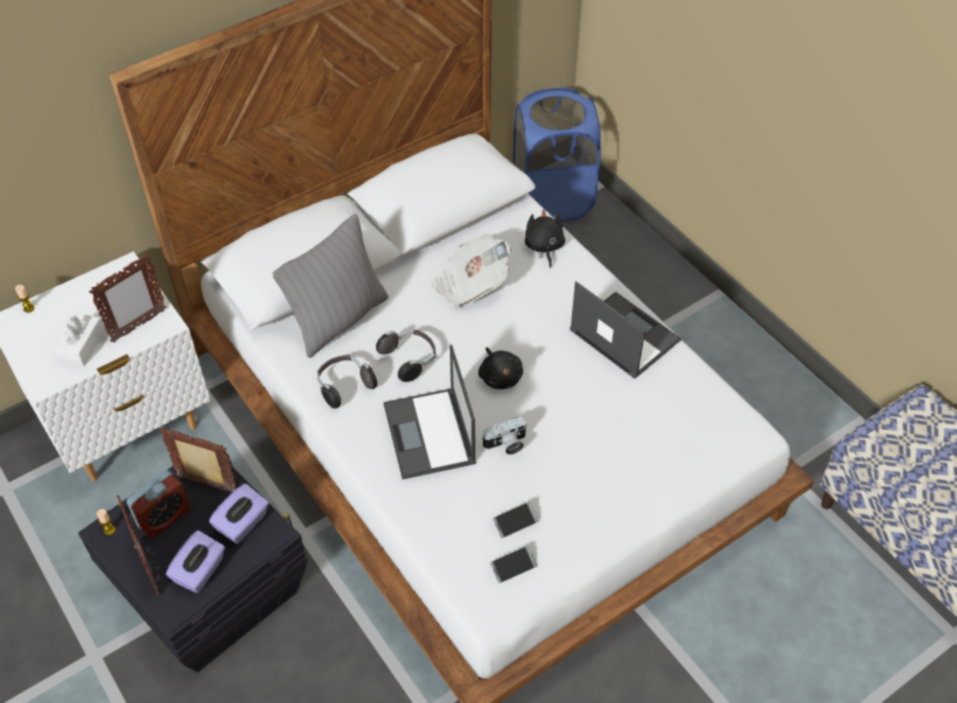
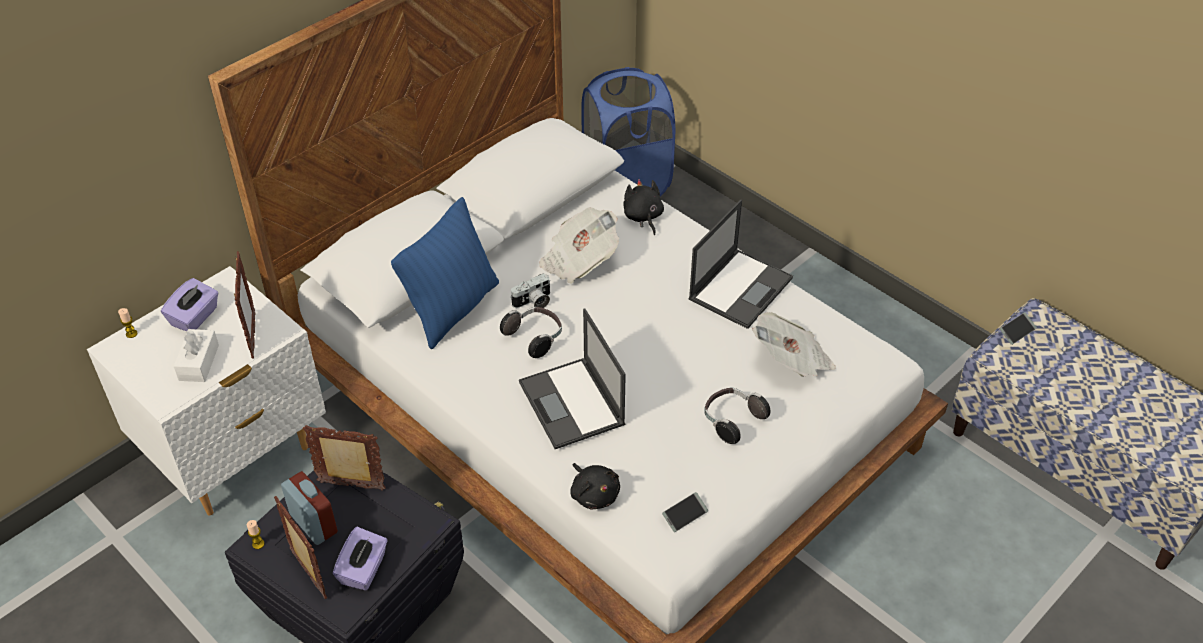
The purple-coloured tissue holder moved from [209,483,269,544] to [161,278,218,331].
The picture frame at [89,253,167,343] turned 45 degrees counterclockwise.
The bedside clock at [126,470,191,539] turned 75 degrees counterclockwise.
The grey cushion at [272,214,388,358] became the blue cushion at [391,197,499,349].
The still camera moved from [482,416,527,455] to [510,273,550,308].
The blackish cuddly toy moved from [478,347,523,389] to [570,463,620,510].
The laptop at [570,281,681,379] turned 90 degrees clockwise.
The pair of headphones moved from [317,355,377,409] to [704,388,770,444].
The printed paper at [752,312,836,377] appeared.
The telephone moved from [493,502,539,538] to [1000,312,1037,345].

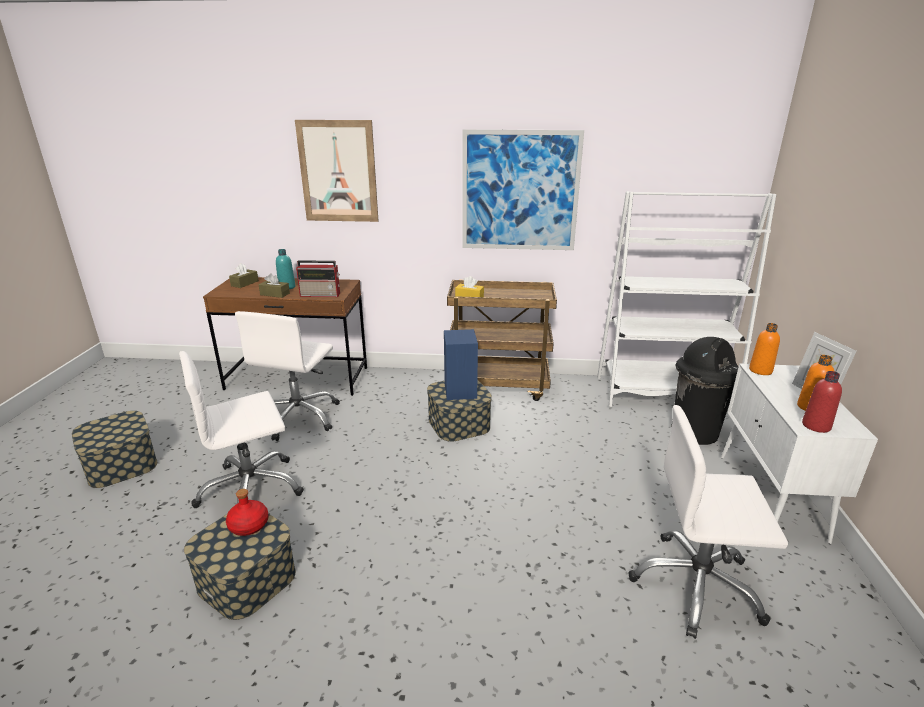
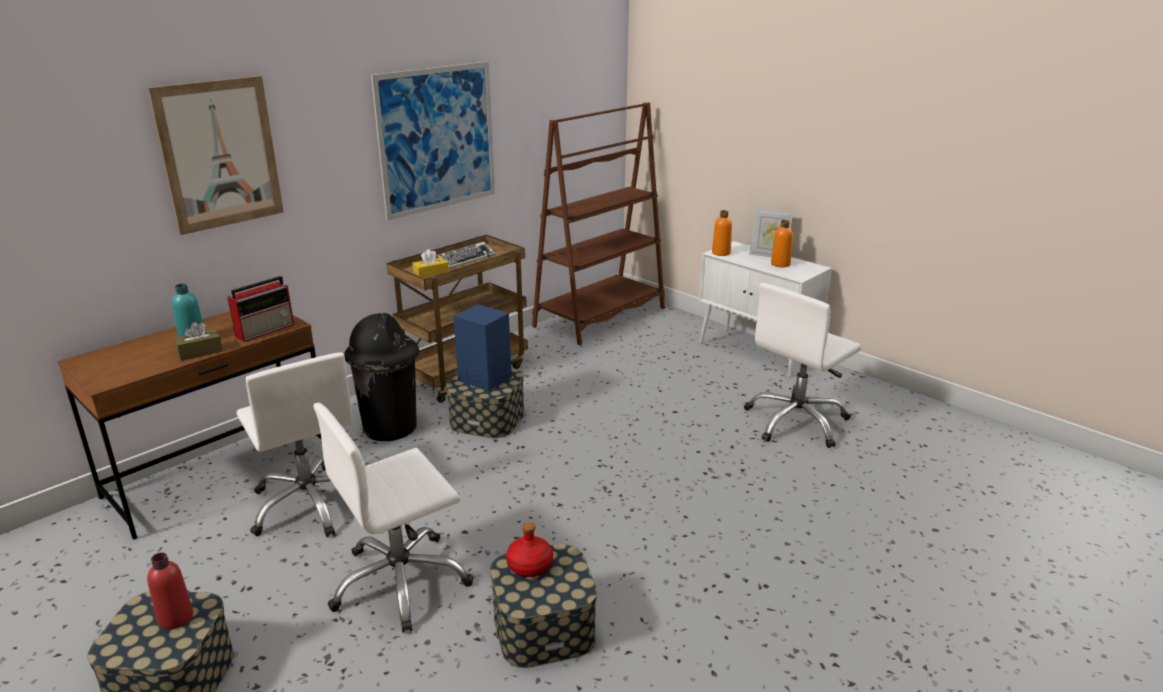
The reddish drink bottle moved from [802,371,842,433] to [147,552,193,629].
The white-coloured computer chair at [179,351,304,508] turned 45 degrees clockwise.
The blackish rubbish bin moved from [671,337,738,445] to [344,313,419,441].
The keyboard at [437,242,496,269] appeared.
The white-coloured bookcase at [597,191,776,407] became the brown bookcase at [532,103,665,345].
The brown tissue holder at [229,263,259,288] disappeared.

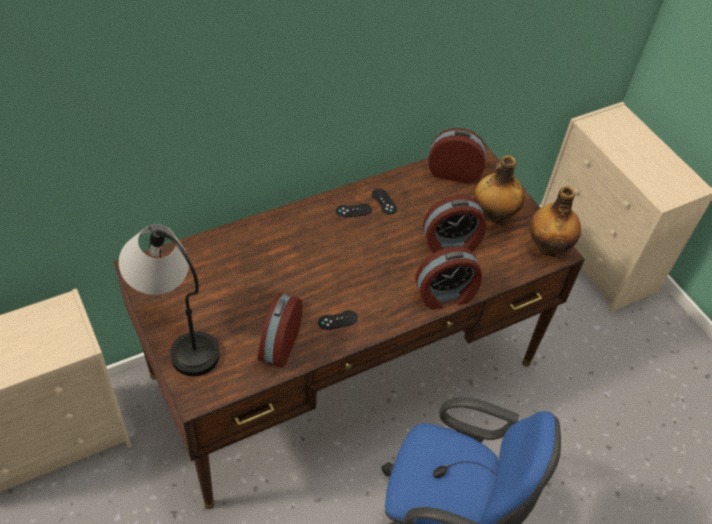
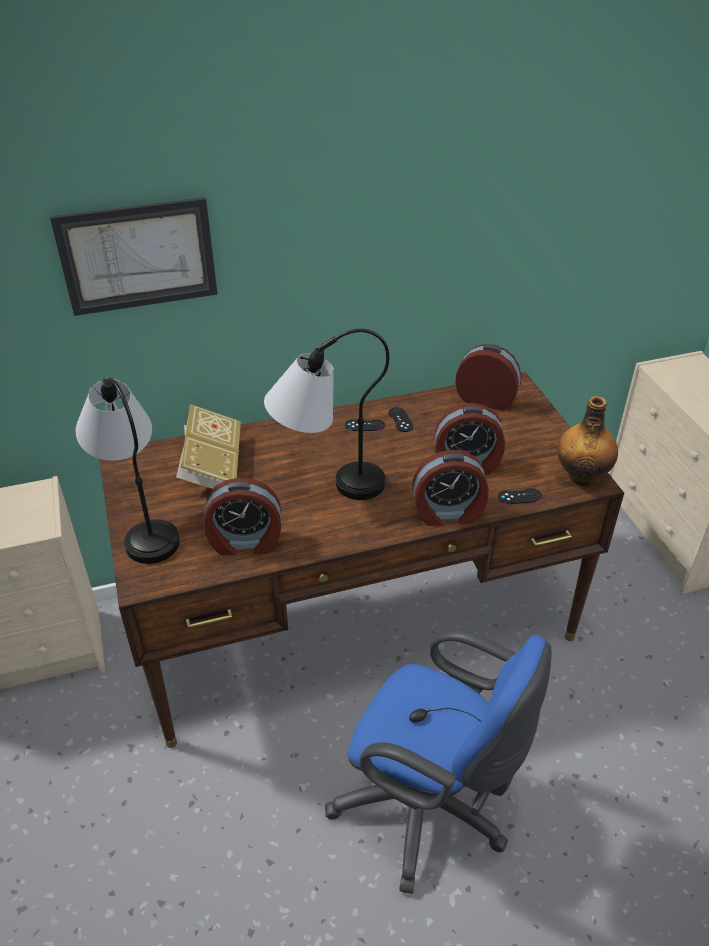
The picture at [50,197,217,316] appeared.
The book at [176,404,241,489] appeared.
The bedside clock at [257,293,303,367] turned 120 degrees counterclockwise.
The tabletop lamp at [264,329,389,500] appeared.
The blackish joypad moved from [318,310,358,330] to [498,488,542,504].
The drink bottle at [474,156,524,223] disappeared.

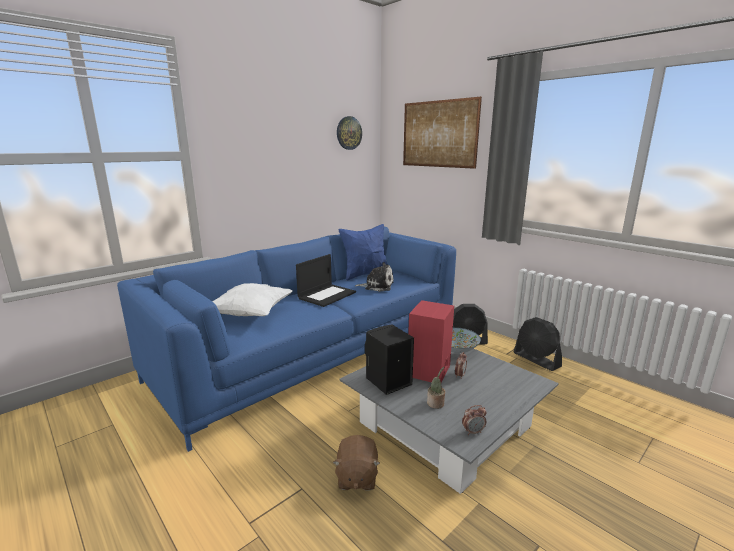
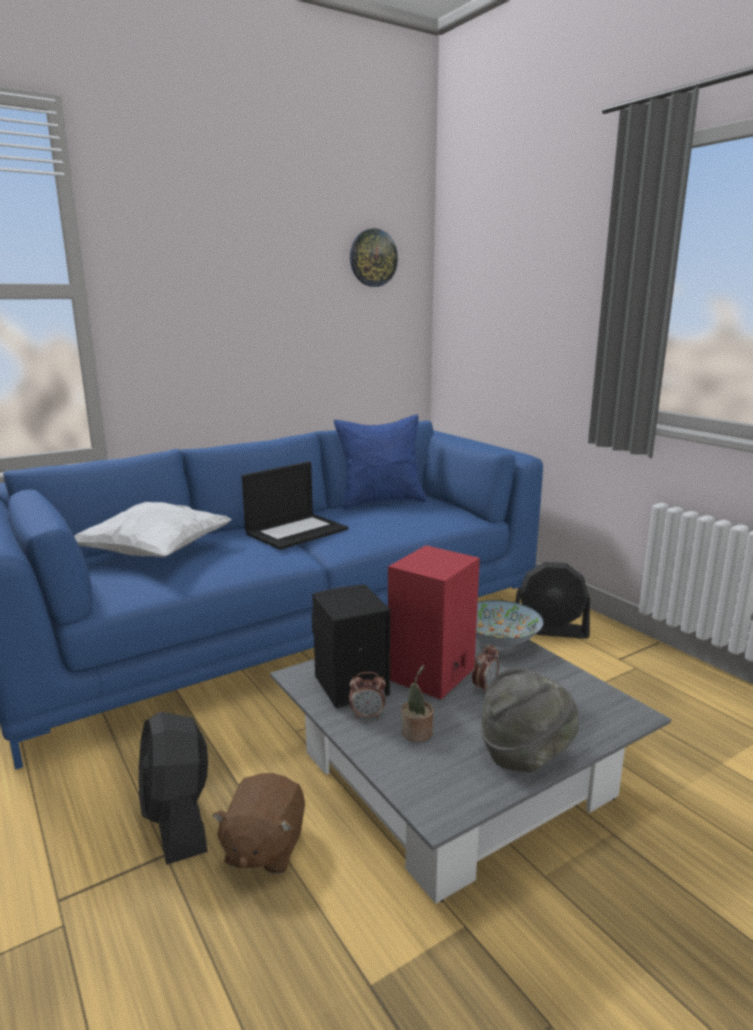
The blackish fan moved from [513,317,562,371] to [139,712,208,865].
The bedside clock moved from [462,405,487,435] to [349,672,386,719].
The grey clothing hat at [480,668,579,772] appeared.
The cuddly toy at [355,262,393,292] disappeared.
The picture at [403,97,482,169] disappeared.

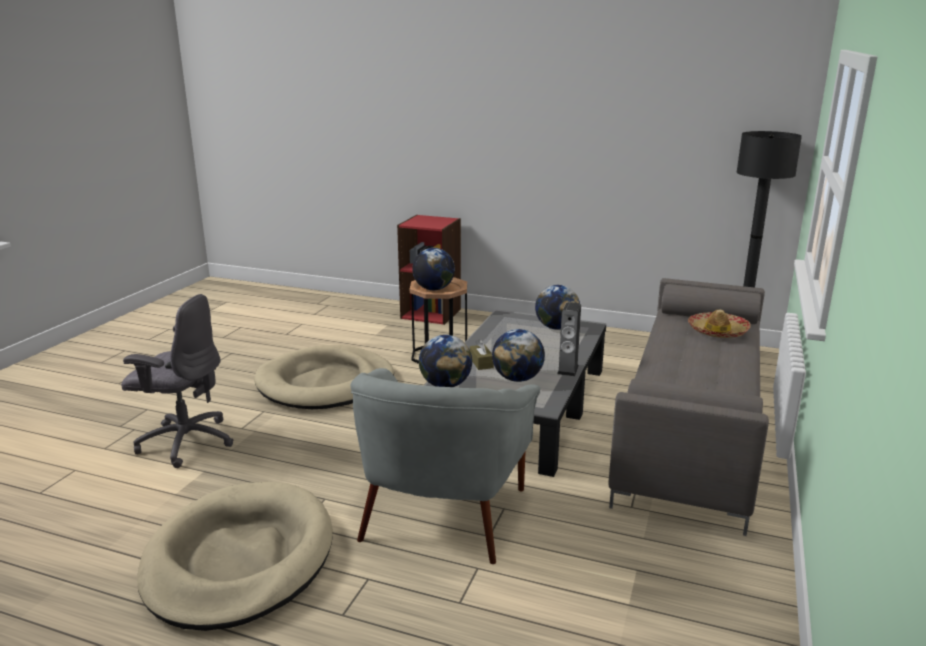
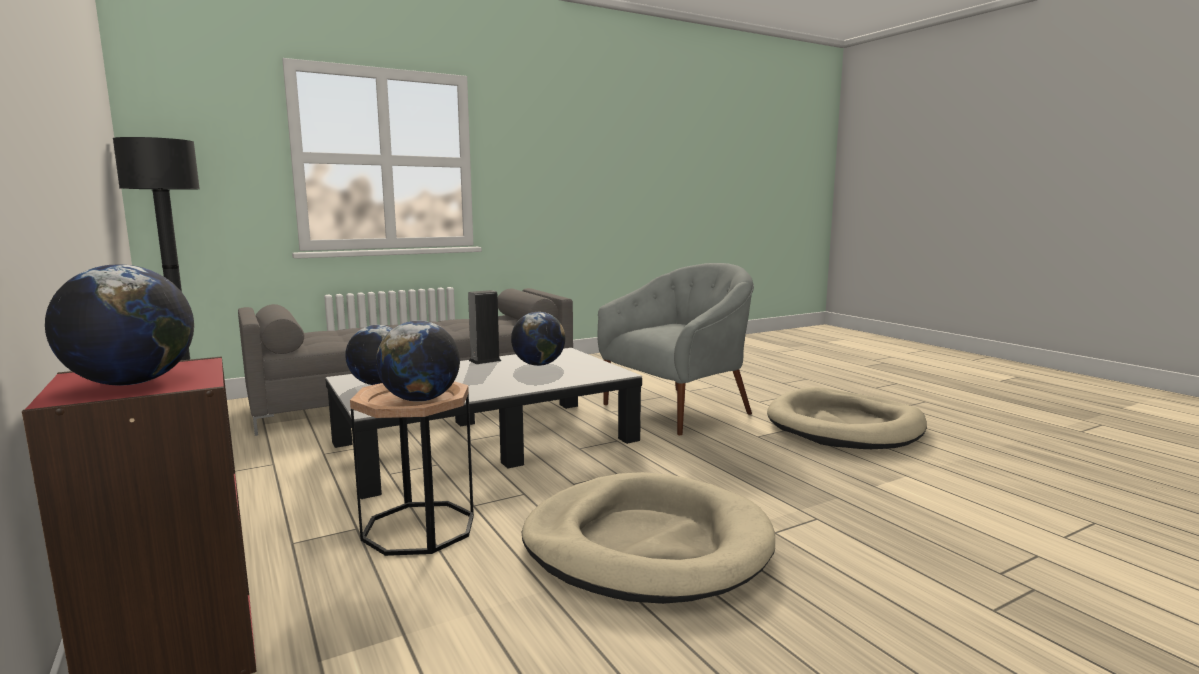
The world globe moved from [419,335,472,387] to [45,264,194,385].
The grey computer chair at [121,294,234,468] disappeared.
The brown tissue holder at [470,339,494,370] disappeared.
The clothing hat at [688,309,751,338] disappeared.

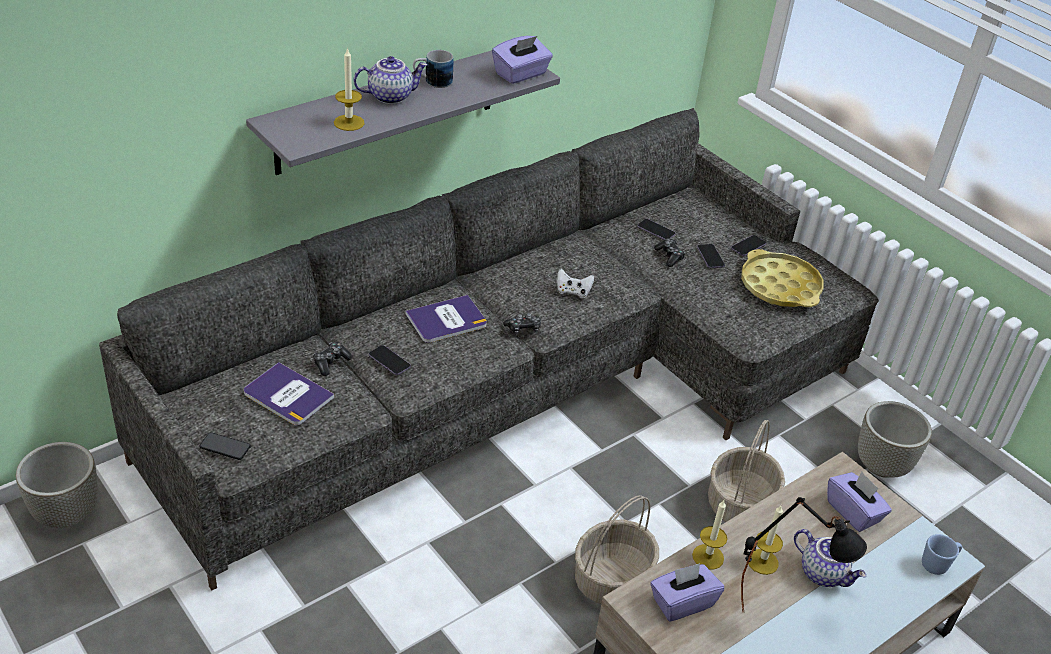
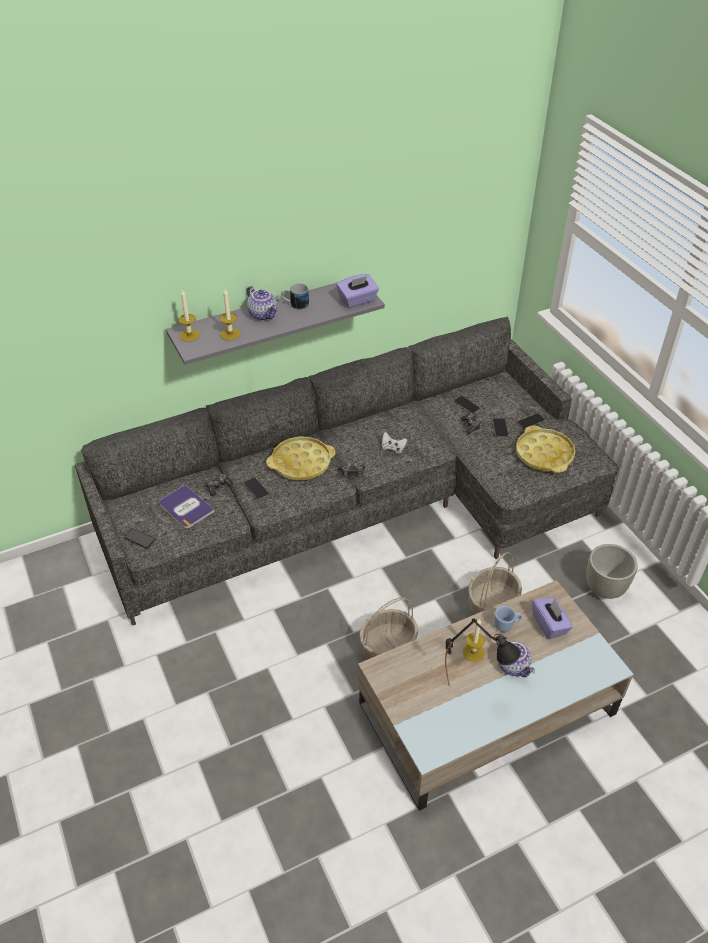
The candle moved from [692,500,727,570] to [178,289,200,342].
The pot for tea at [353,56,428,104] turned 60 degrees clockwise.
The book at [405,295,487,343] was replaced by the yellow carrying tray at [266,436,336,480].
The blue coffee mug moved from [922,534,962,575] to [495,606,522,632].
The grey flower pot at [16,442,98,528] disappeared.
The purple-coloured tissue holder at [650,563,724,622] disappeared.

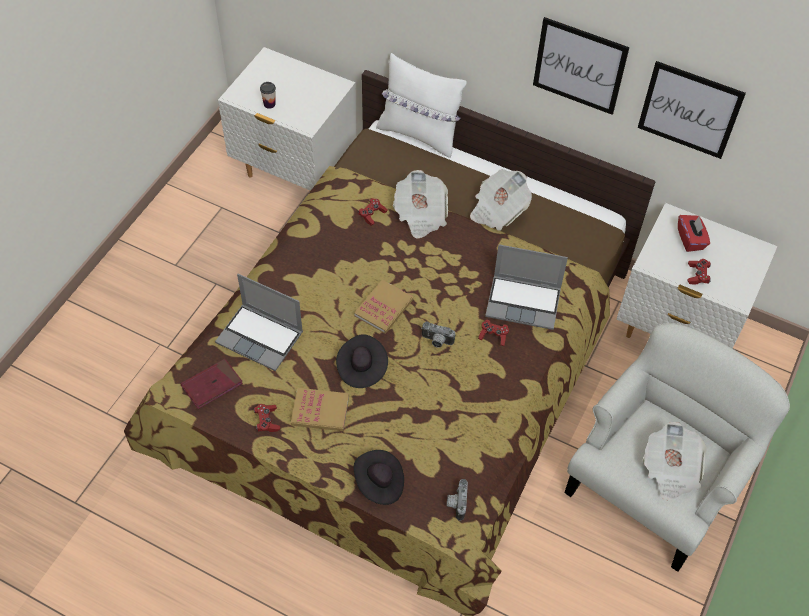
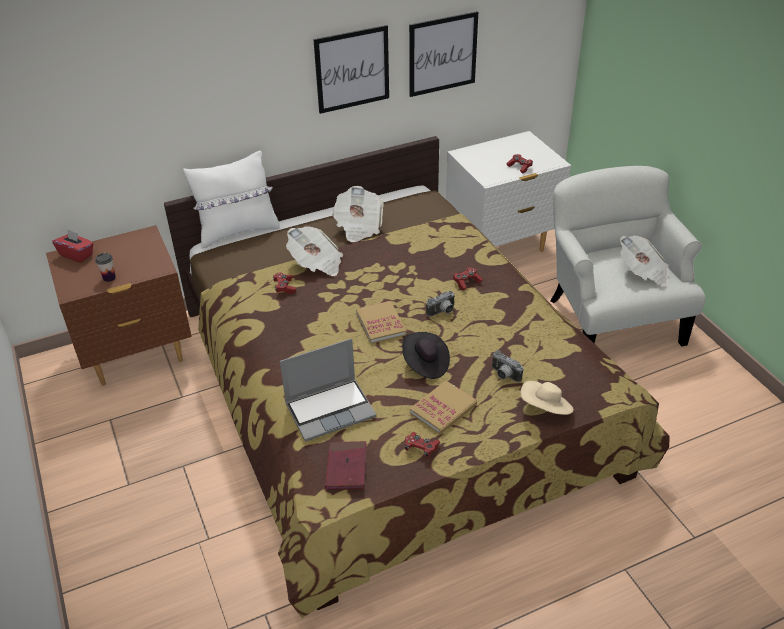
The white-coloured bedside table at [218,47,357,191] became the brown bedside table at [46,225,192,386].
The reddish tissue holder moved from [678,215,710,252] to [52,229,94,263].
The still camera moved from [447,479,468,521] to [492,350,524,382].
The blackish clothing hat at [354,450,404,505] became the beige-coloured clothing hat at [521,381,573,415].
The laptop at [485,244,568,330] disappeared.

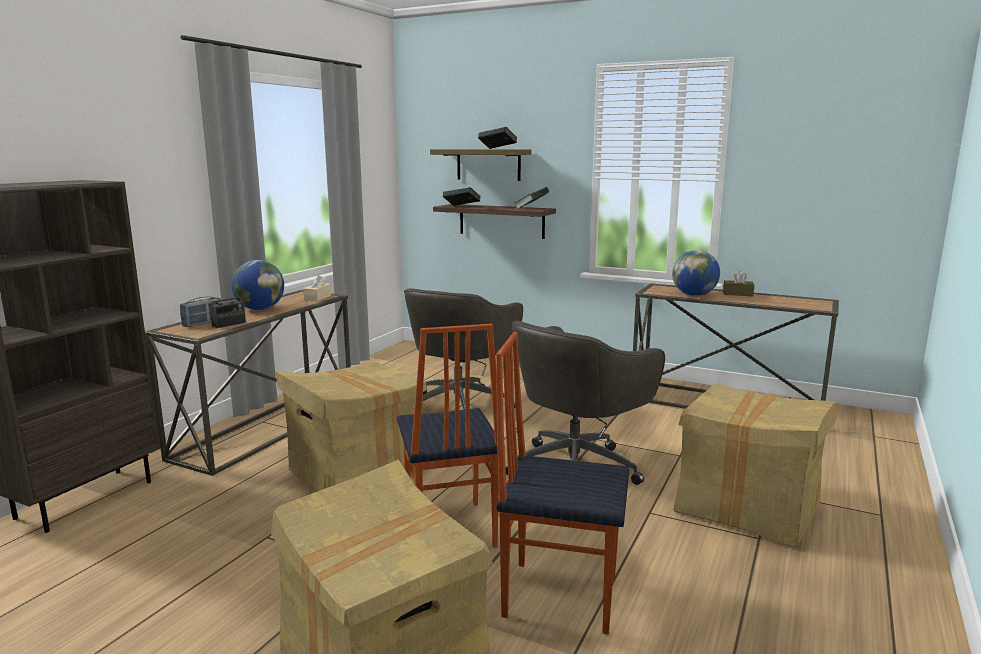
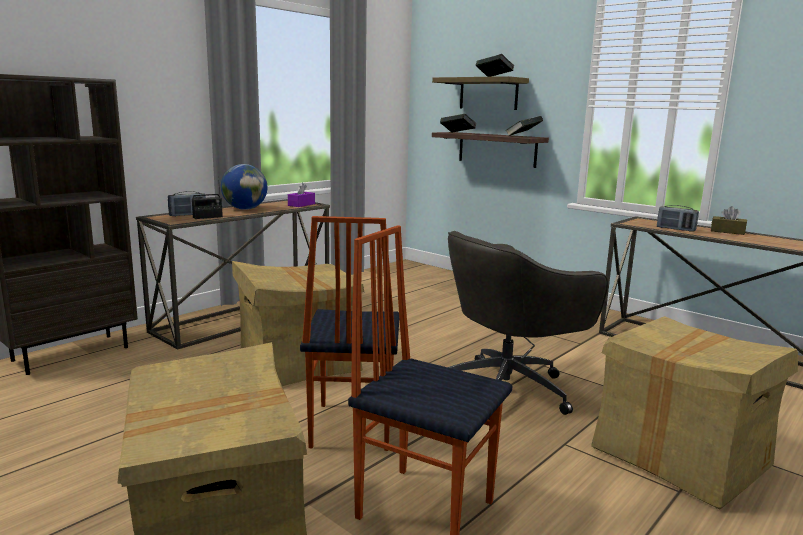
The beige-coloured tissue holder at [303,274,331,302] became the purple-coloured tissue holder at [288,183,315,207].
The world globe at [672,250,720,296] was replaced by the radio at [657,205,699,232].
The grey computer chair at [404,288,523,410] disappeared.

